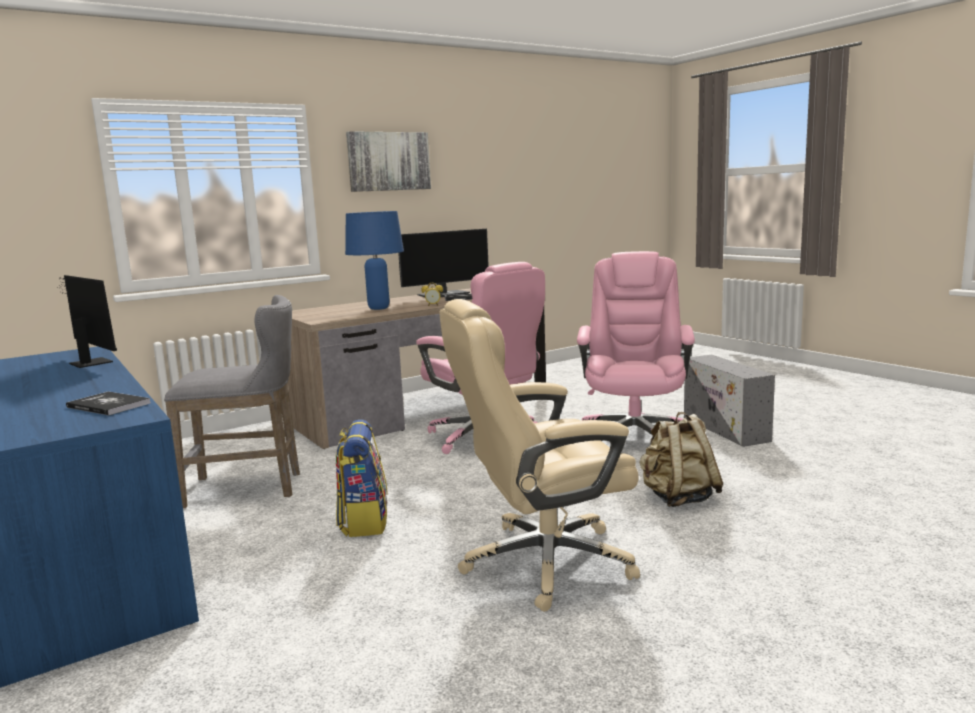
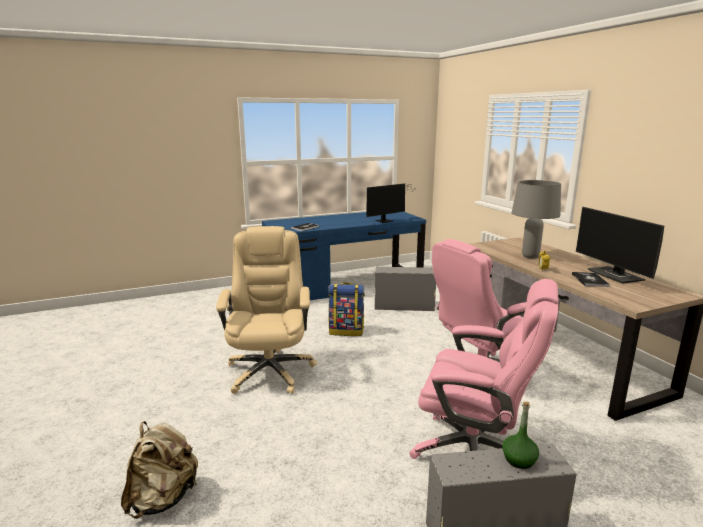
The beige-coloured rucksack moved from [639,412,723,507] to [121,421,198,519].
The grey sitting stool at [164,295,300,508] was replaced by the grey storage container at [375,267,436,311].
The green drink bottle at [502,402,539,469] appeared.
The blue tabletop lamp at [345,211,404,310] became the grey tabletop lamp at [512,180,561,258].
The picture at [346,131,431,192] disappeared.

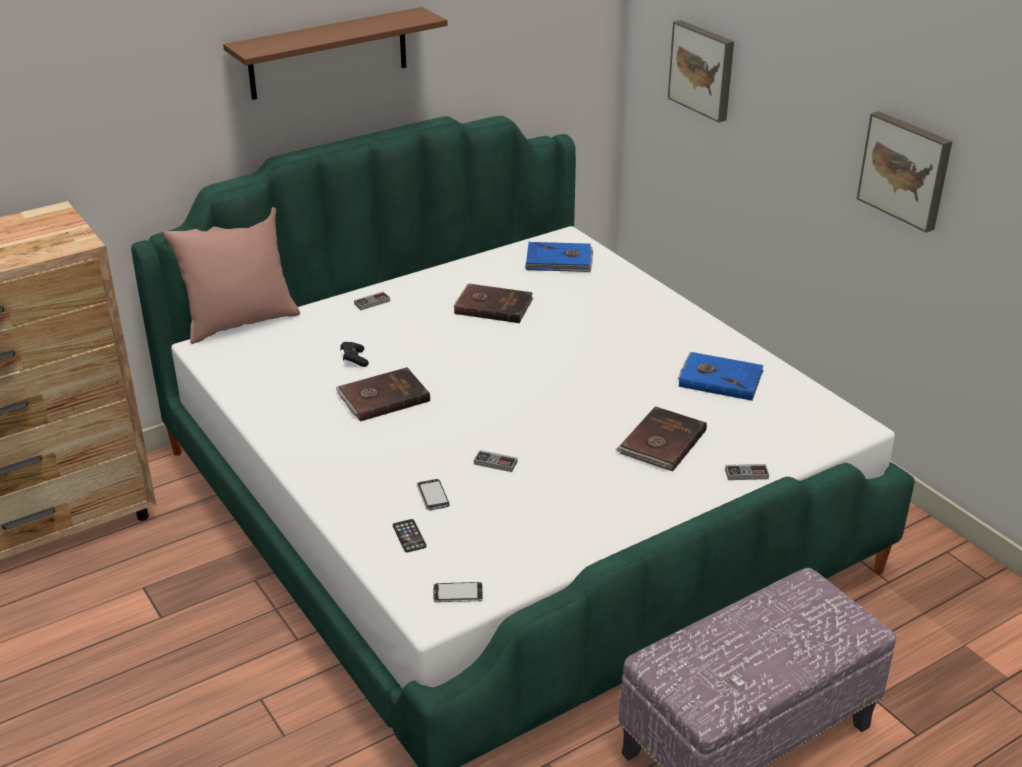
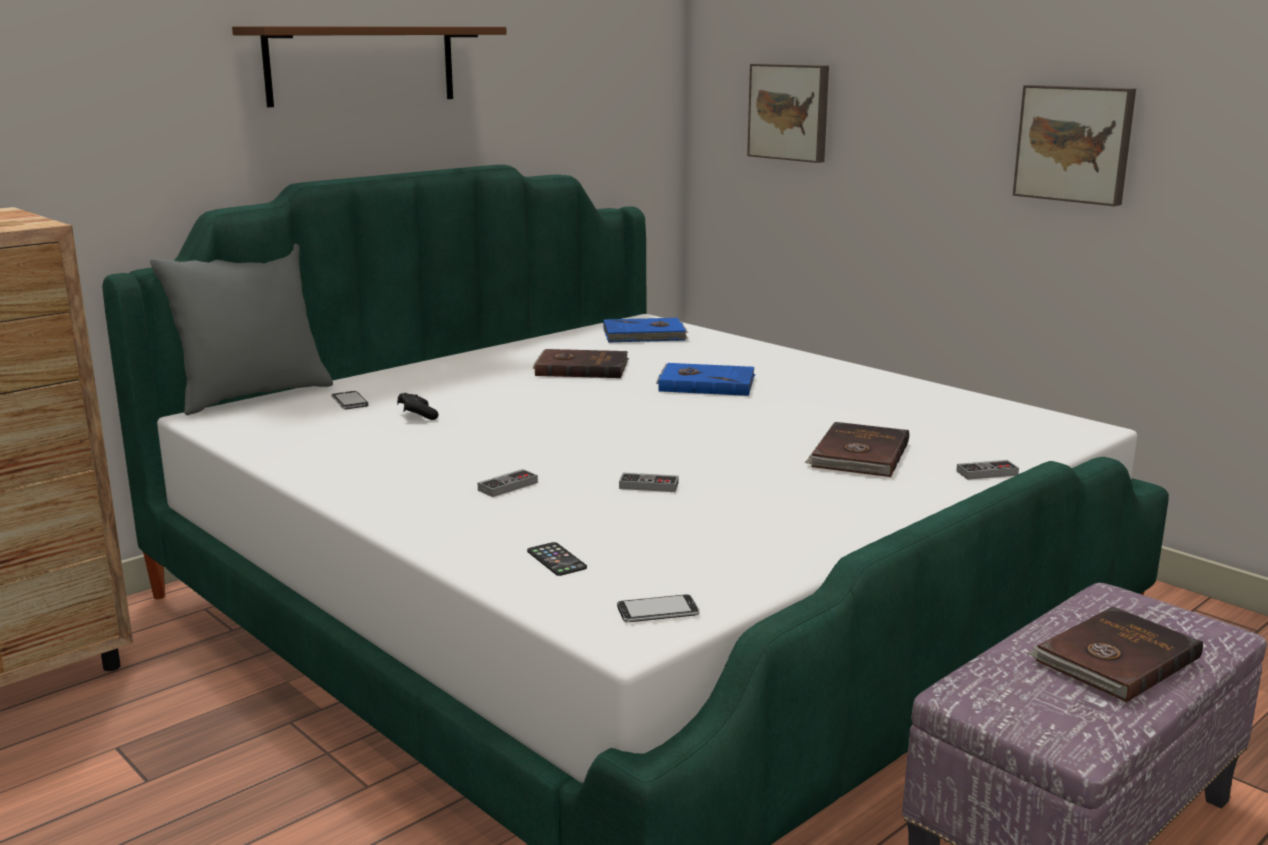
The pink cushion at [164,207,300,344] became the grey cushion at [150,244,333,415].
The telephone moved from [417,479,449,510] to [331,391,368,409].
The joypad moved from [354,292,390,310] to [478,469,538,497].
The blue book moved from [678,352,764,401] to [656,363,756,396].
The brown book moved from [336,367,430,421] to [1028,607,1203,702].

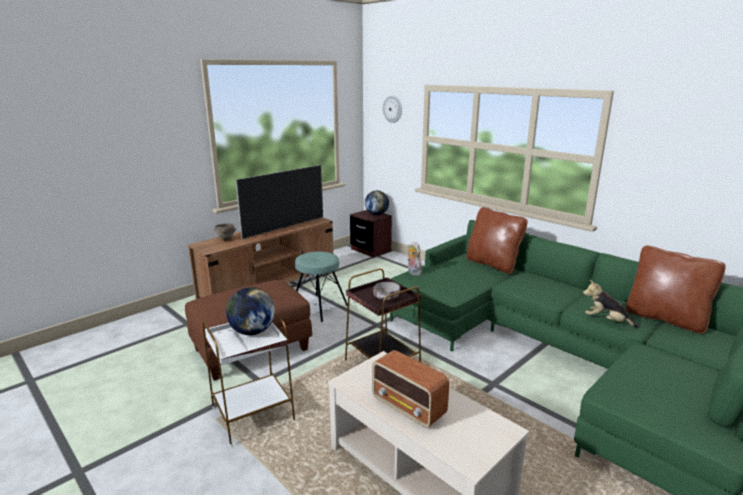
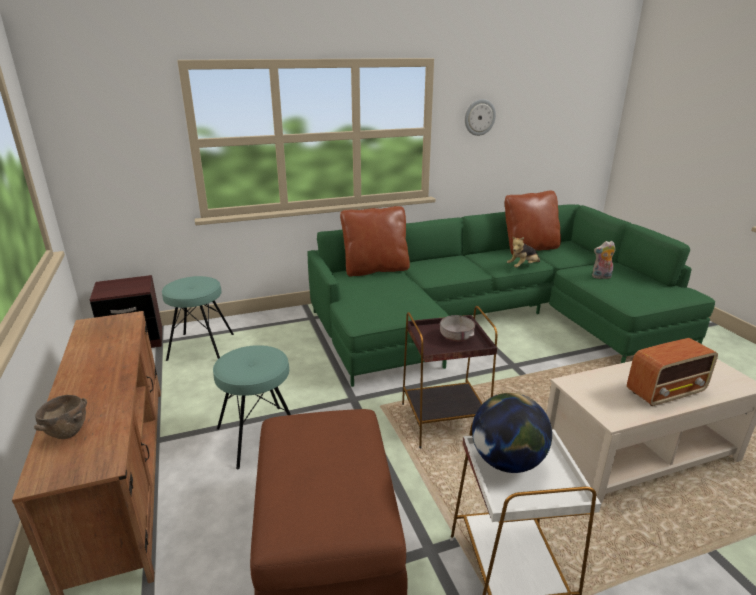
The blue-green sitting stool at [162,276,234,361] appeared.
The wall clock moved from [383,96,402,123] to [465,99,496,136].
The cuddly toy moved from [407,241,422,276] to [592,241,615,279].
The television at [236,165,323,239] disappeared.
The world globe at [365,191,389,215] disappeared.

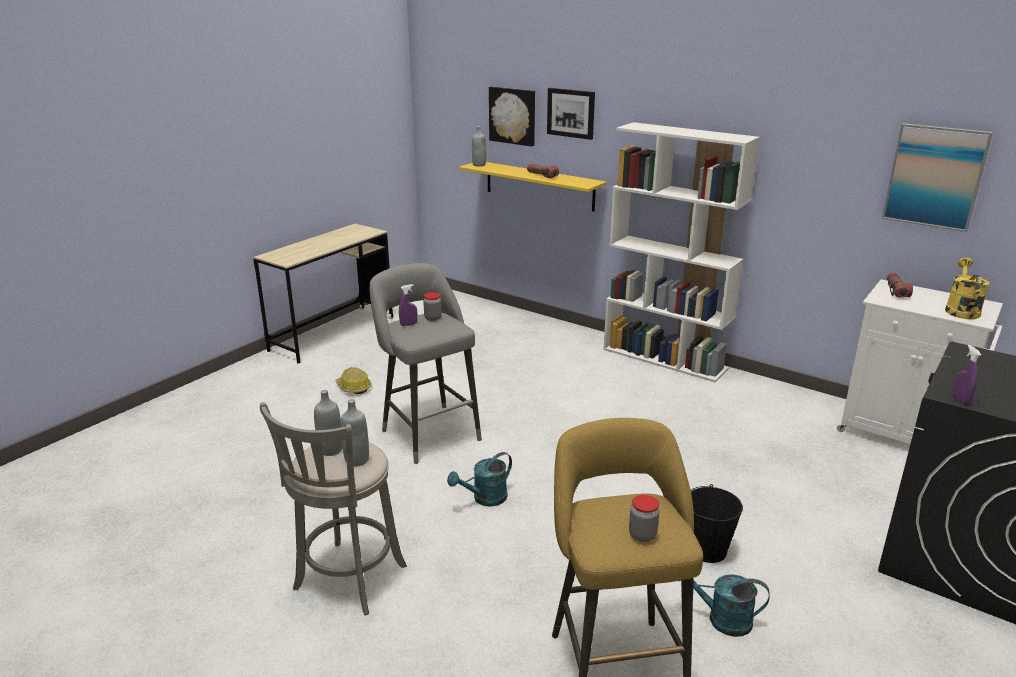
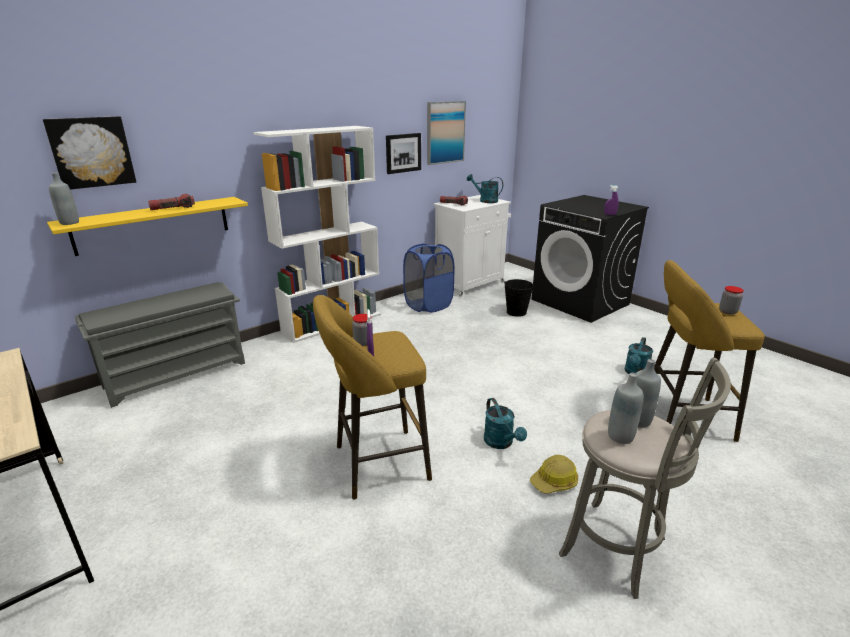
The grey shoe shelf at [75,282,245,408] appeared.
The grey sitting stool at [369,263,482,464] became the yellow sitting stool at [313,295,432,499].
The picture moved from [547,88,595,140] to [386,133,421,174].
The blue hamper at [403,243,455,313] appeared.
The yellow sprinkling can at [945,257,990,319] became the blue-green sprinkling can at [467,174,503,203].
The blackish bucket moved from [691,484,743,563] to [504,279,534,317].
The work helmet moved from [335,367,371,394] to [530,455,578,494].

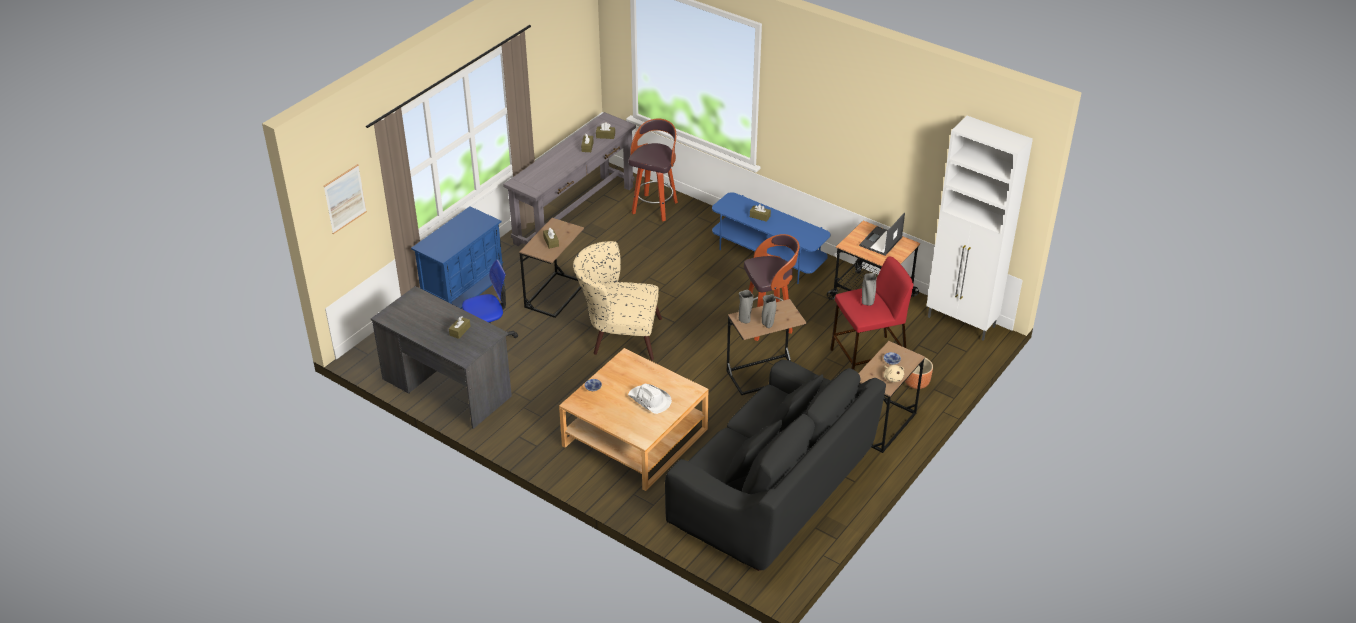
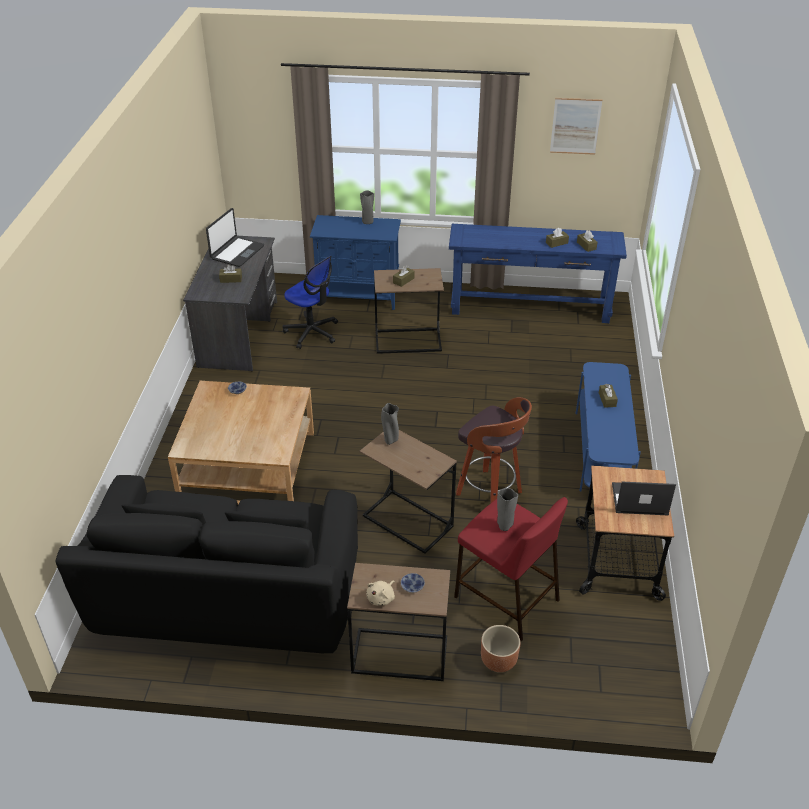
The laptop at [206,208,264,267] appeared.
The grey vase moved from [762,294,776,328] to [360,190,374,224].
The grey narrow table at [503,112,636,246] became the blue narrow table at [449,224,627,323].
The picture moved from [324,164,367,234] to [550,98,602,155].
The beige-coloured lounge chair at [573,241,662,360] disappeared.
The white-coloured clothing hat at [628,384,672,414] disappeared.
The sitting stool at [629,119,678,221] disappeared.
The white-coloured storage cabinet at [926,116,1033,341] disappeared.

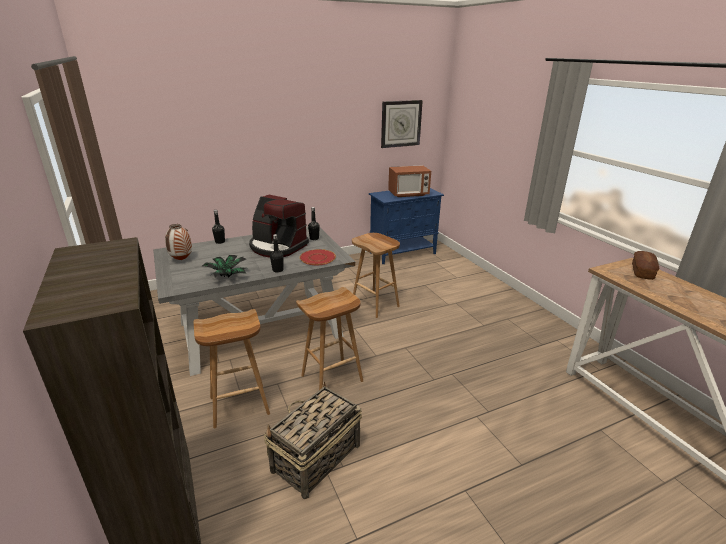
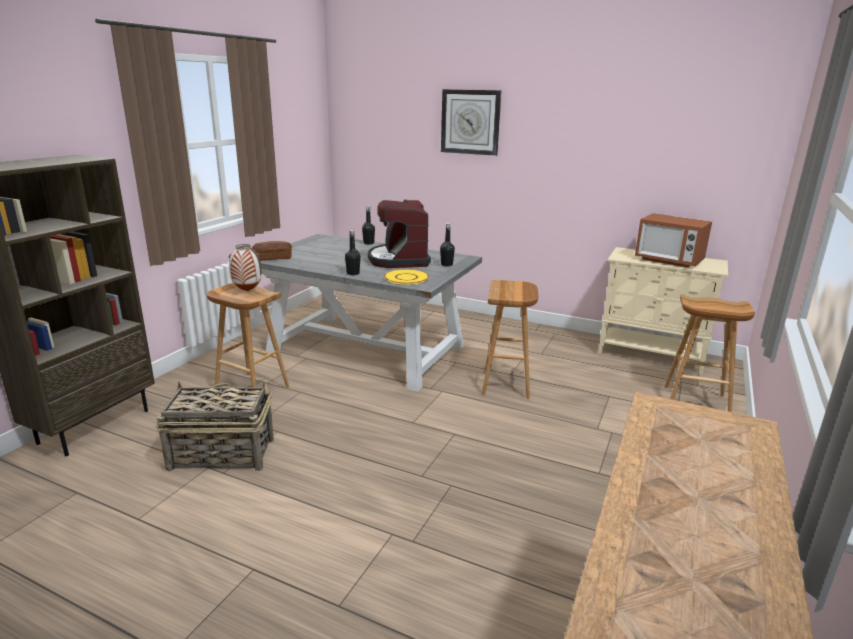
The vase moved from [165,224,192,260] to [229,244,262,291].
The bakery bread moved from [632,251,659,280] to [252,241,292,261].
The reddish plate at [300,249,336,265] became the yellow plate at [384,269,429,285].
The wall clock moved from [381,100,423,148] to [441,89,501,156].
The blue storage cabinet at [369,188,444,264] became the beige-coloured storage cabinet at [598,247,728,375].
The brown sitting stool moved from [296,287,363,390] to [664,294,755,412].
The plant in a pot at [202,255,246,278] disappeared.

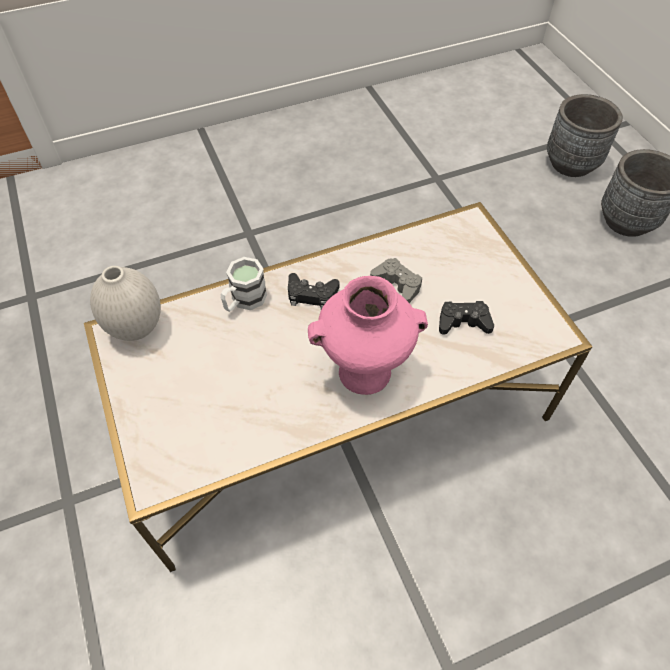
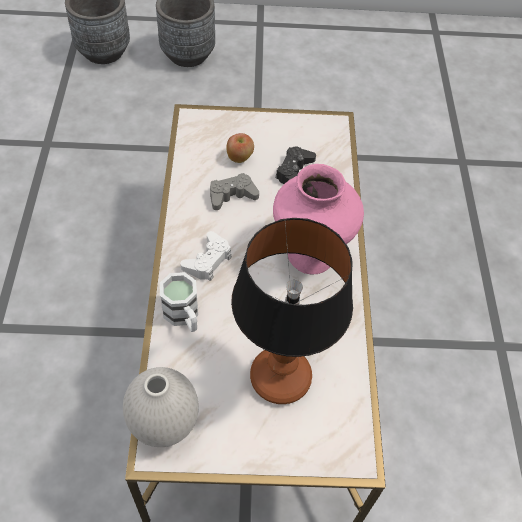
The blackish joypad at [288,273,339,309] became the white-coloured joypad at [180,231,231,281].
The apple fruit at [226,133,254,163] appeared.
The tabletop lamp at [231,218,353,404] appeared.

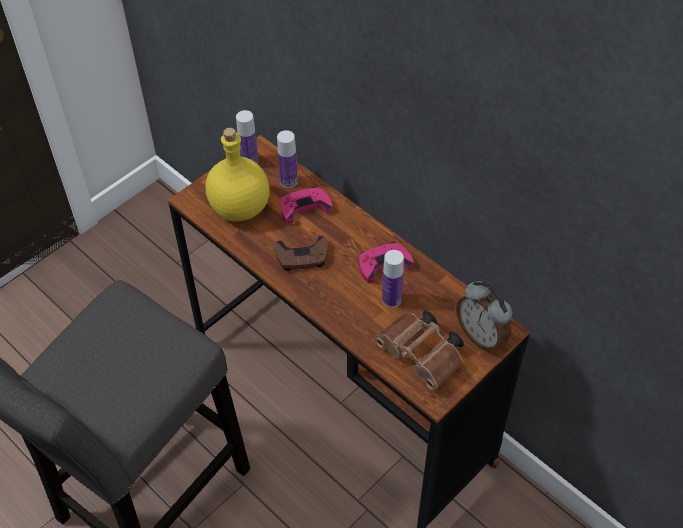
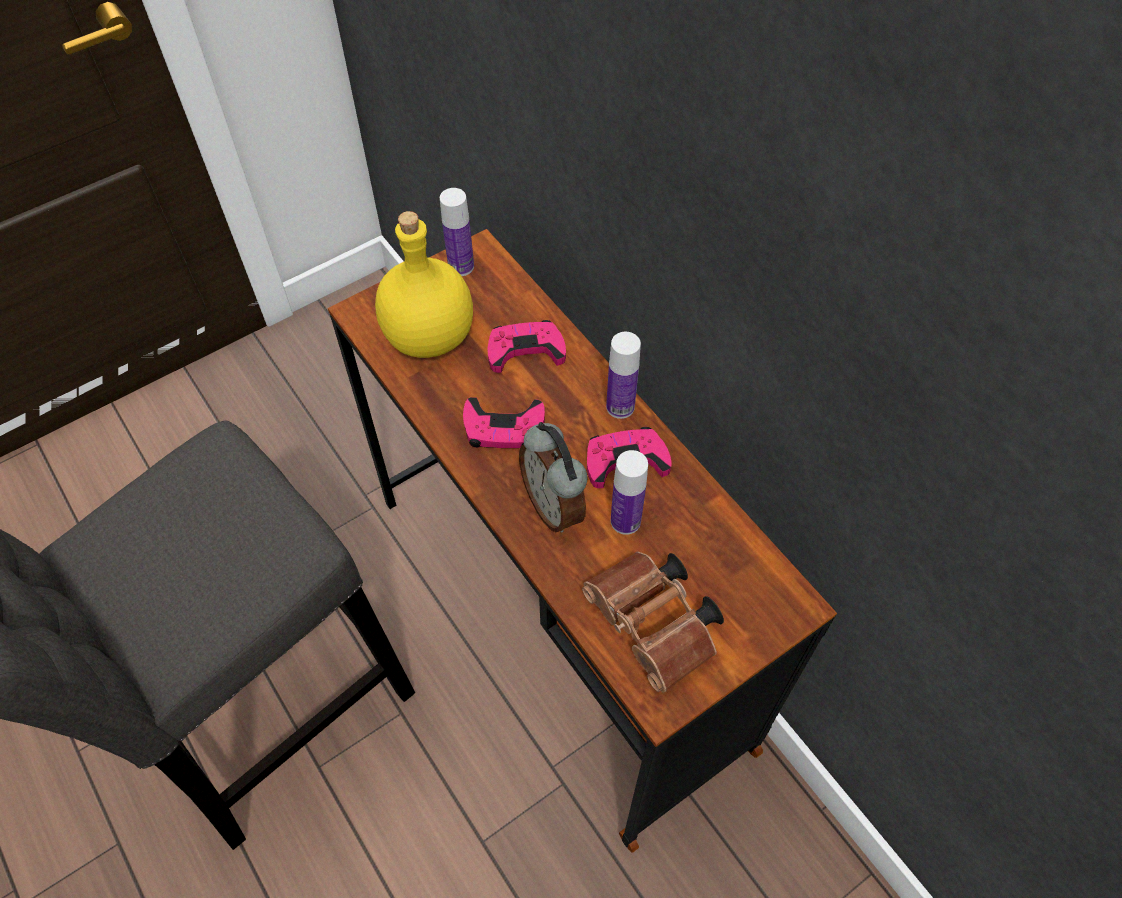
The brown joypad at [275,236,328,271] became the pink joypad at [463,397,545,448].
The bedside clock moved from [456,281,513,352] to [519,422,588,533].
The drink bottle moved from [277,130,298,188] to [606,332,641,419].

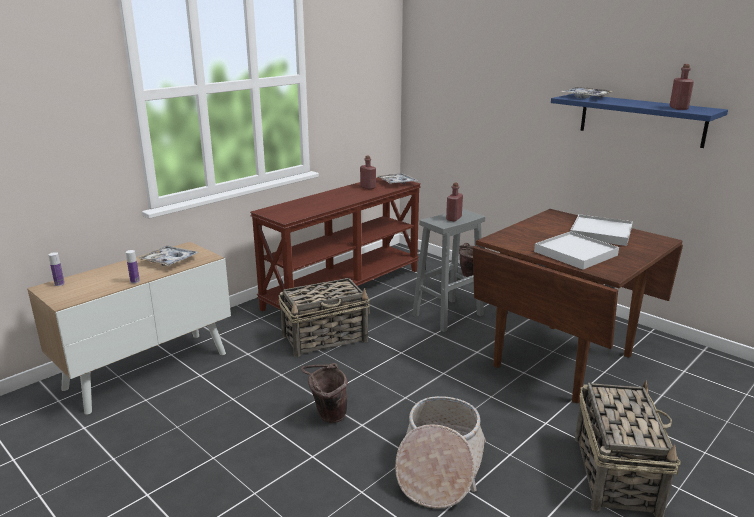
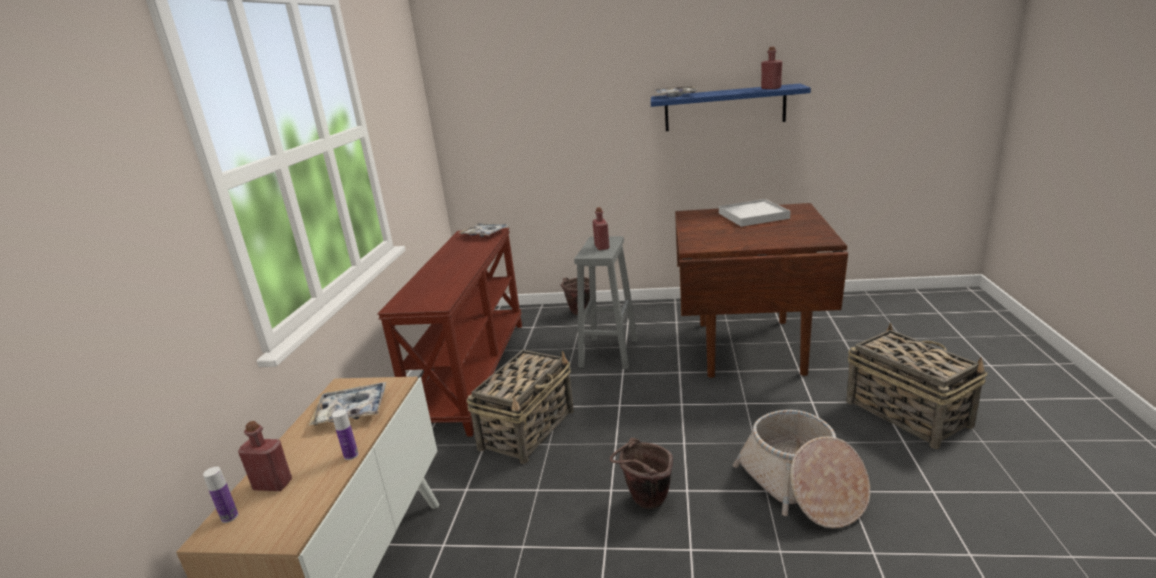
The reddish drink bottle moved from [360,155,376,190] to [238,421,292,491].
The white-coloured carrying tray at [534,231,619,270] disappeared.

